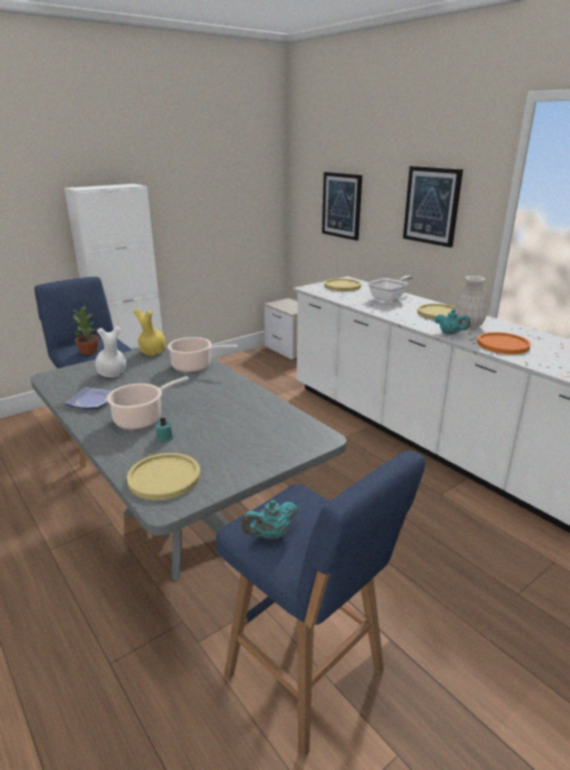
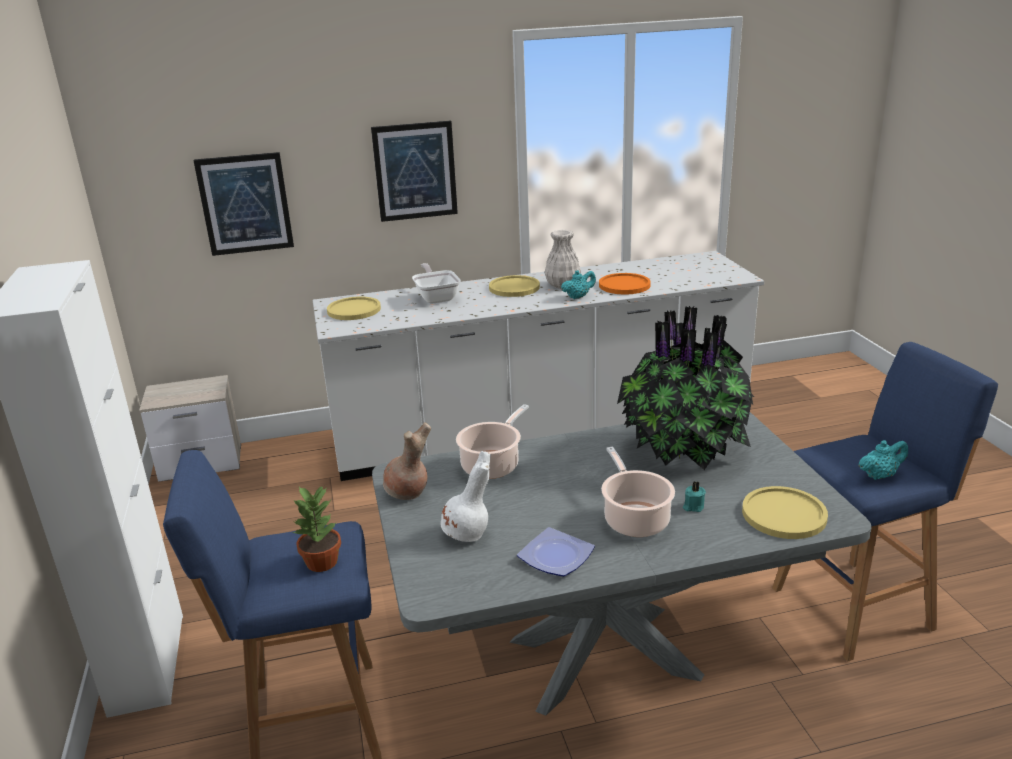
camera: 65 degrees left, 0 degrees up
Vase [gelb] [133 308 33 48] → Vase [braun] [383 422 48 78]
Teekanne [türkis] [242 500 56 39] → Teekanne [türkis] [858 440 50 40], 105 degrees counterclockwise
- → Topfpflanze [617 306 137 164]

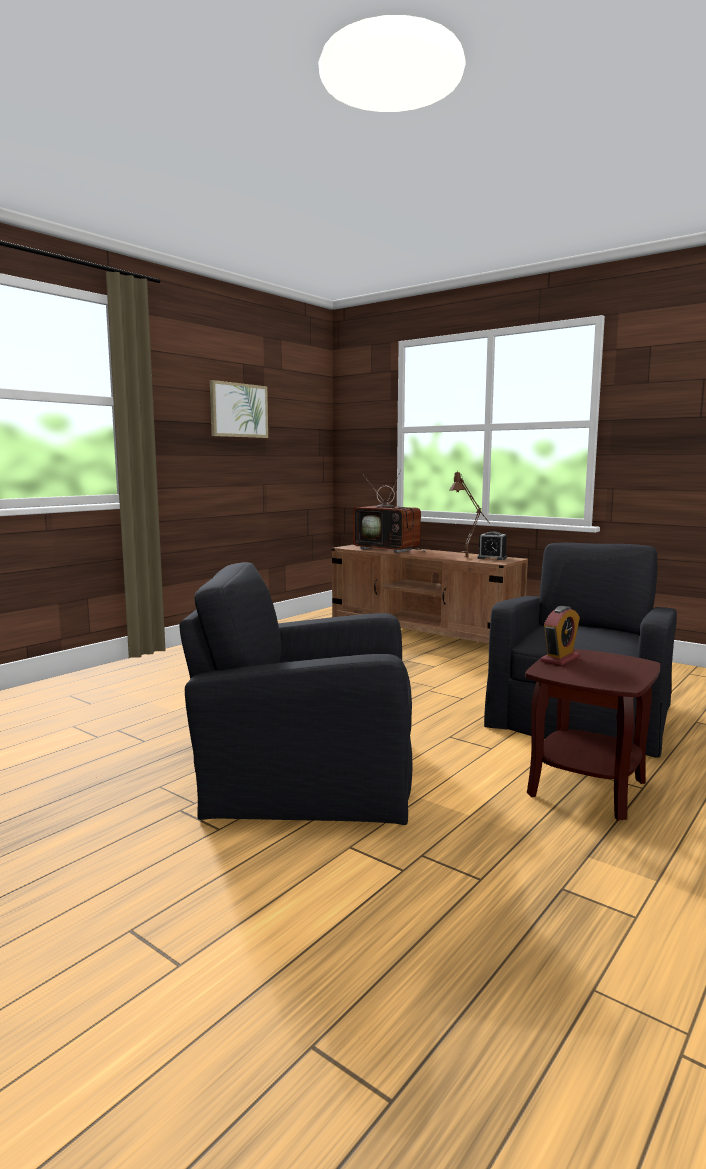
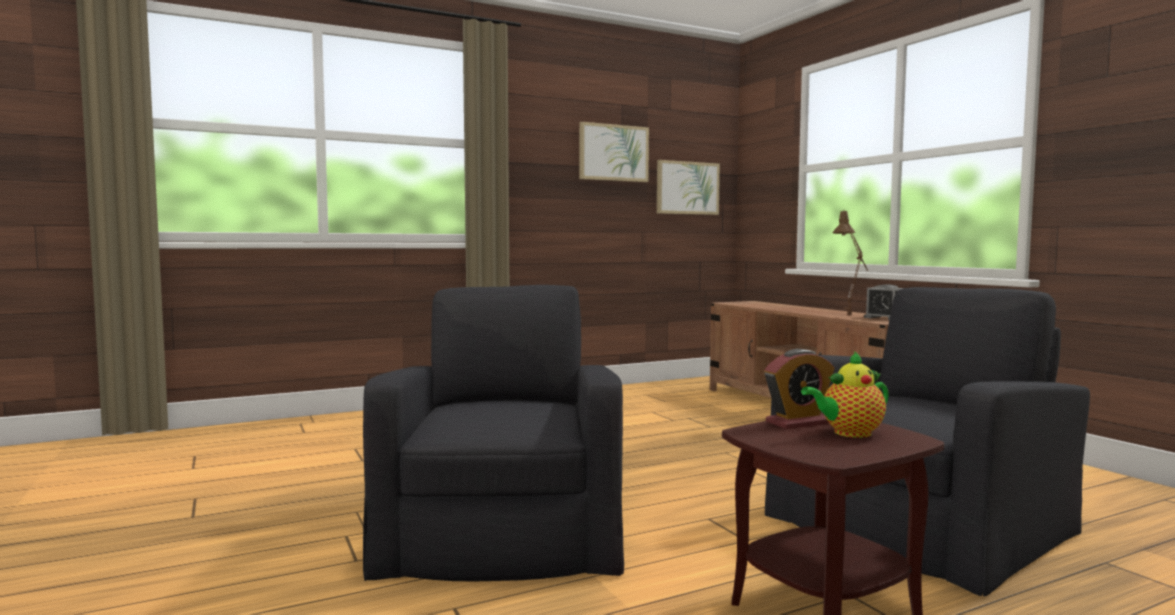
camera: 25 degrees right, 5 degrees down
Fernseher [353 470 72 83] → -
Sessel [schwarz] [179 562 233 263] → Sessel [schwarz] [363 285 261 296], 60 degrees clockwise
- → Bild [657 160 63 55]
- → Teekanne [801 351 88 87]

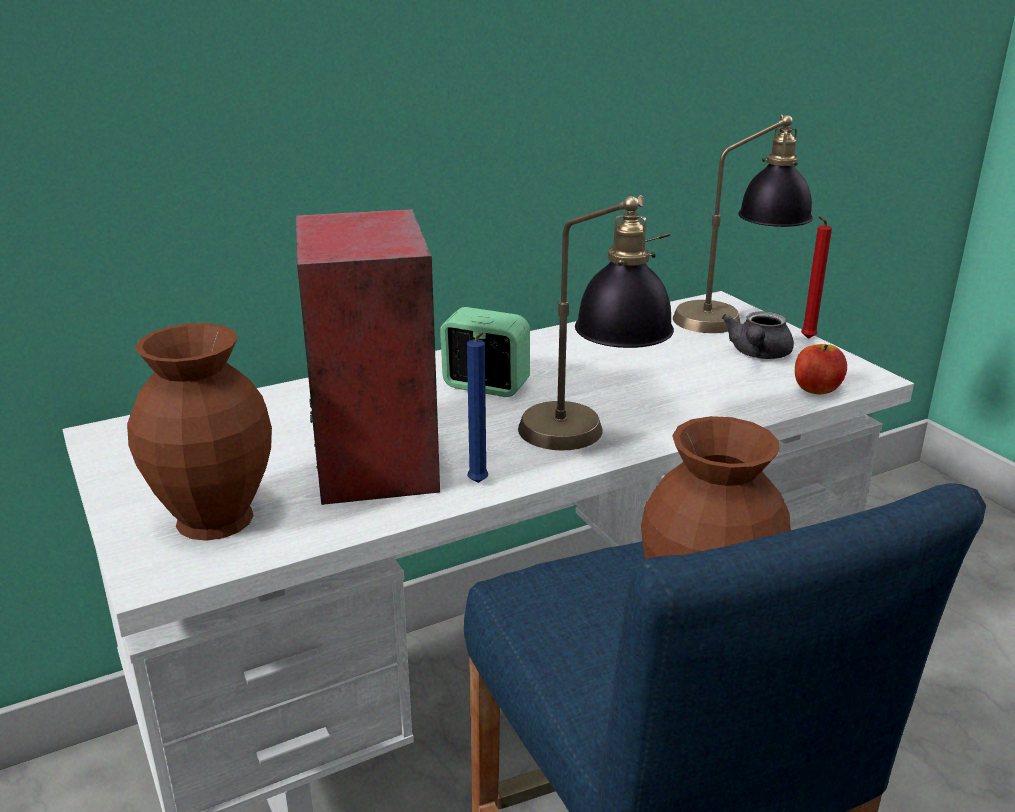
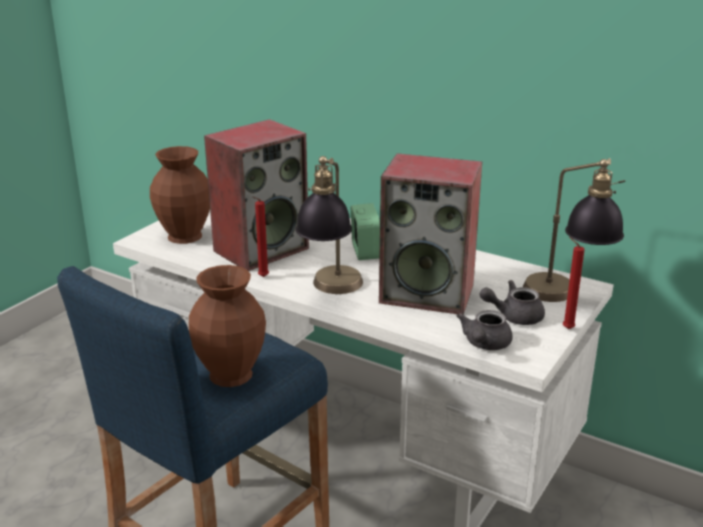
camera: 60 degrees right, 0 degrees up
Kerze [blau] [467 332 21 151] → Kerze [rot] [253 197 16 80]
Apfel [795 344 52 50] → Teekanne [grau] [457 310 56 40]
- → Lautsprecher [379 153 103 162]

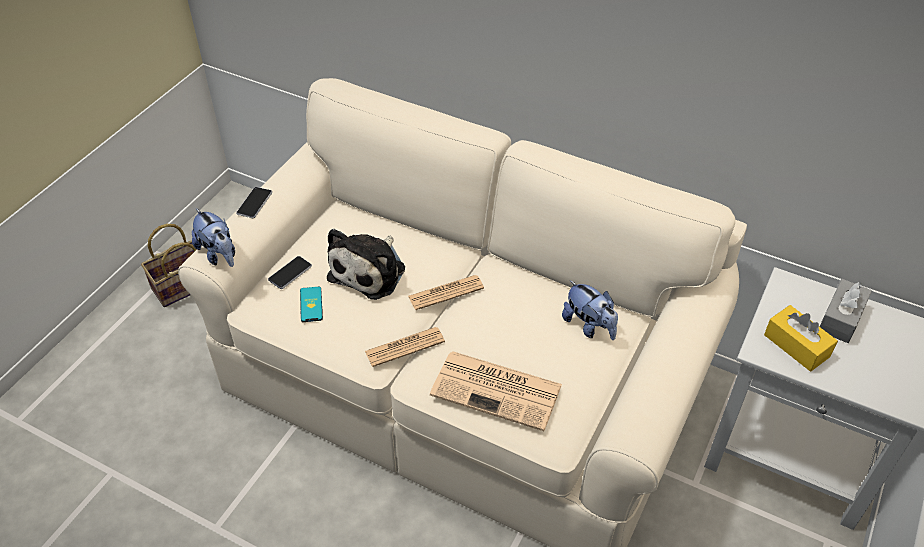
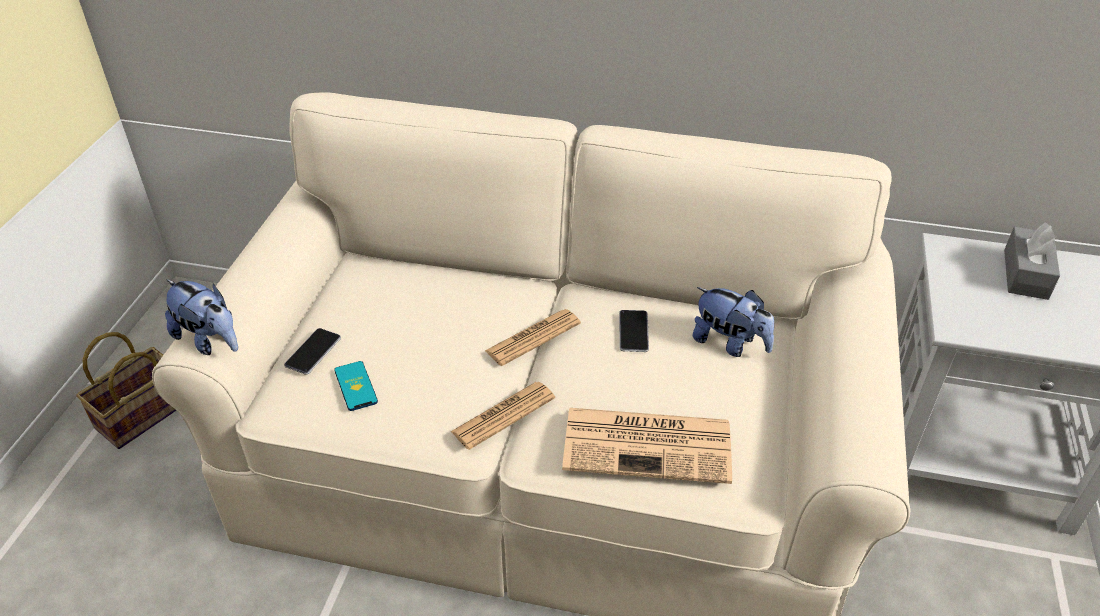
camera: 15 degrees left, 5 degrees down
Handy [236 187 36 31] → Handy [619 310 30 42], relocated
Plüschtier [327 229 78 71] → -
Taschentuchbox [gelb] [764 305 74 67] → -

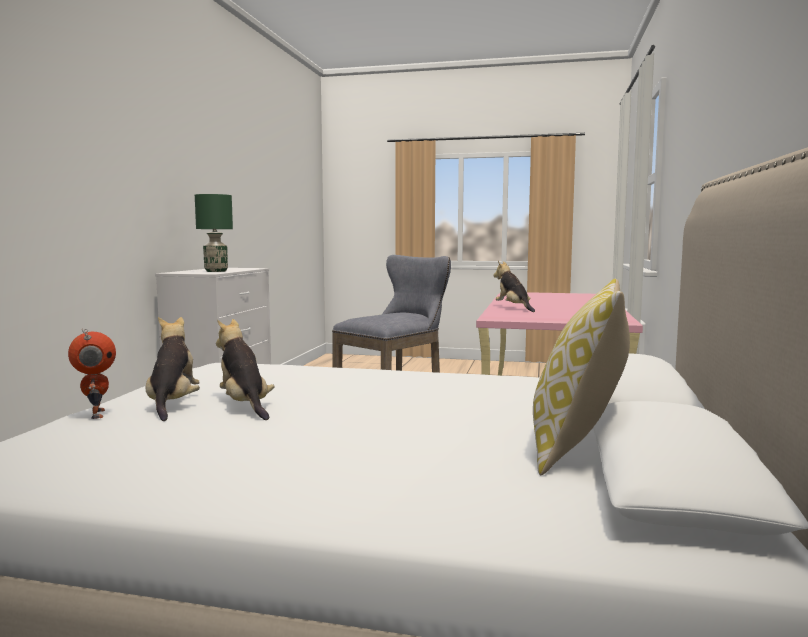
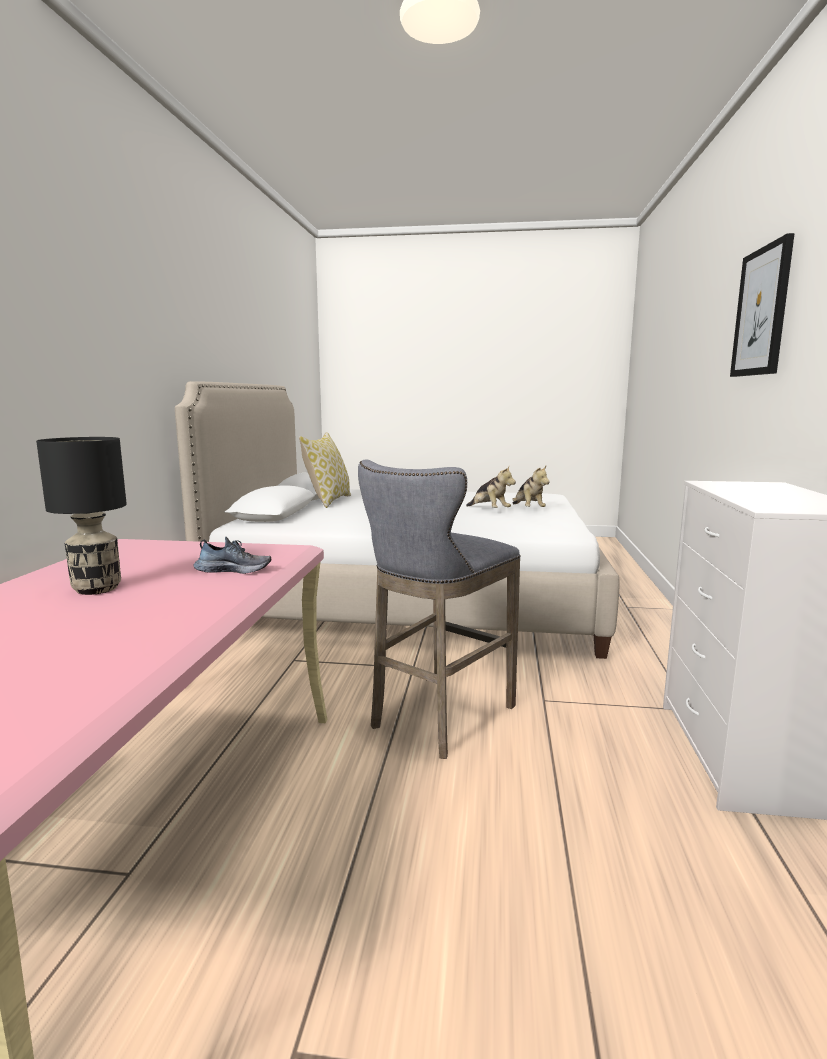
camera: 175 degrees right, 5 degrees up
Tischlampe [grün] [195 194 38 78] → -
Plüschtier [494 261 41 51] → Schuh [193 537 78 37]
Spielzeugroboter [68 328 48 91] → -
- → Bild [730 233 65 144]
- → Tischlampe [schwarz] [36 437 91 158]

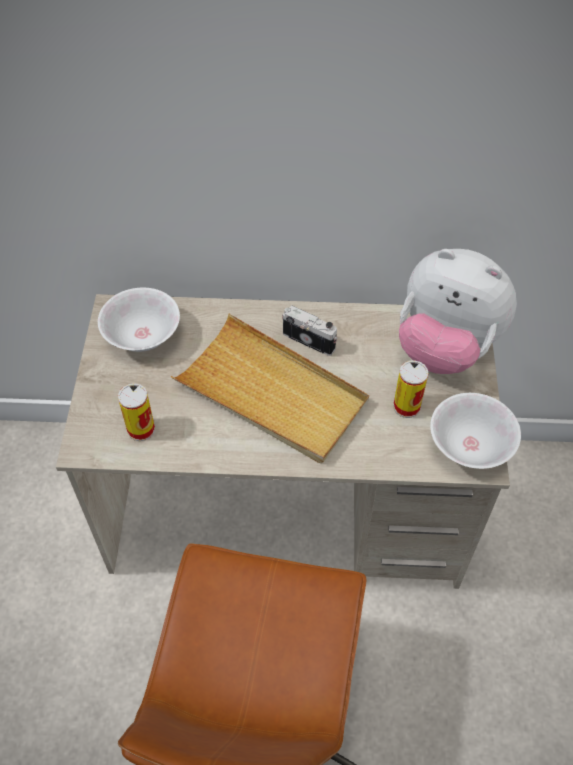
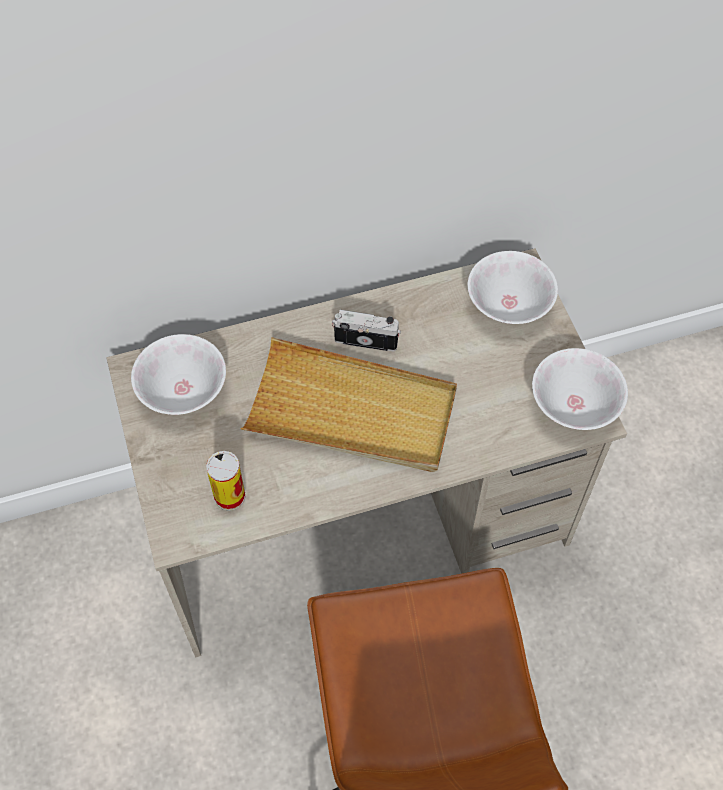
camera: 20 degrees left, 5 degrees up
Plüschtier [399 249 118 125] → Schüssel [weiß] [468 251 90 73]
Dose [393 360 36 58] → -

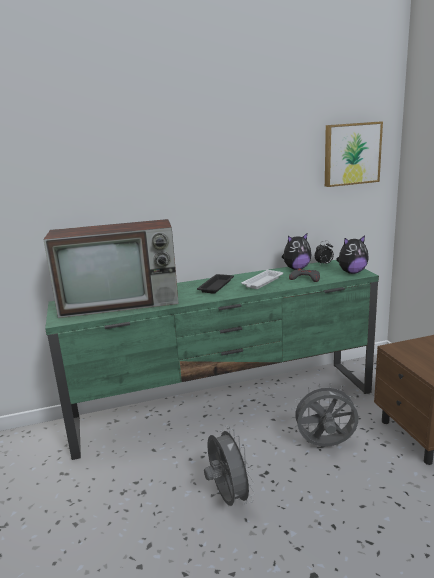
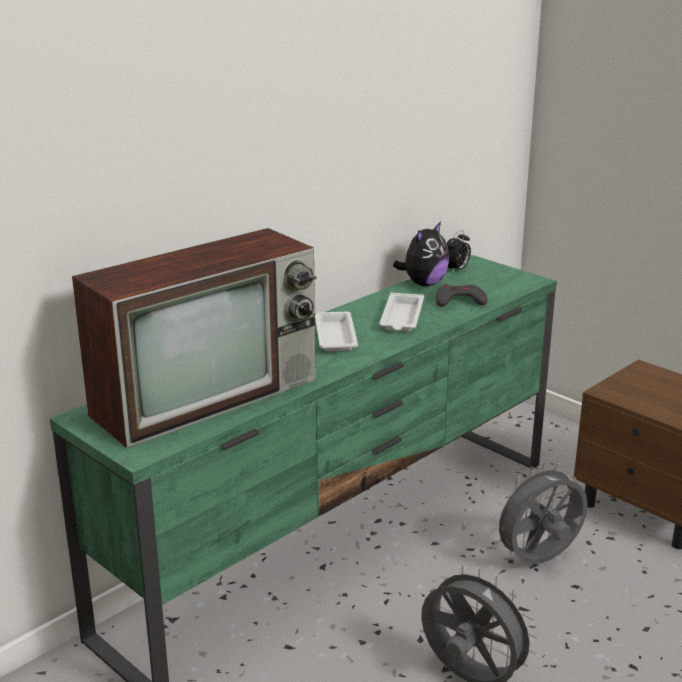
camera: 30 degrees left, 5 degrees up
Bild [325 122 58 65] → -
Plüschtier [336 235 33 39] → -
Tablett [schwarz] [197 274 37 20] → Tablett [weiß] [315 312 43 39]

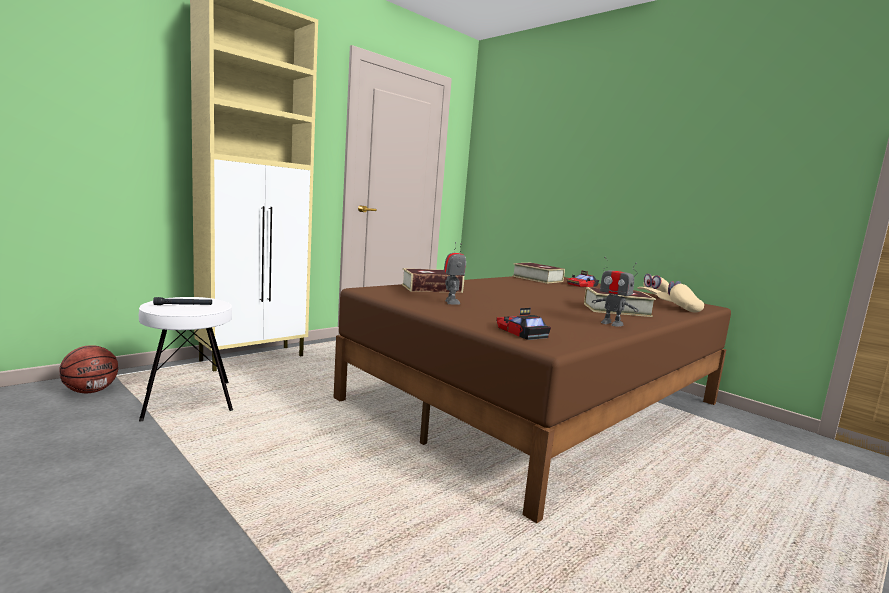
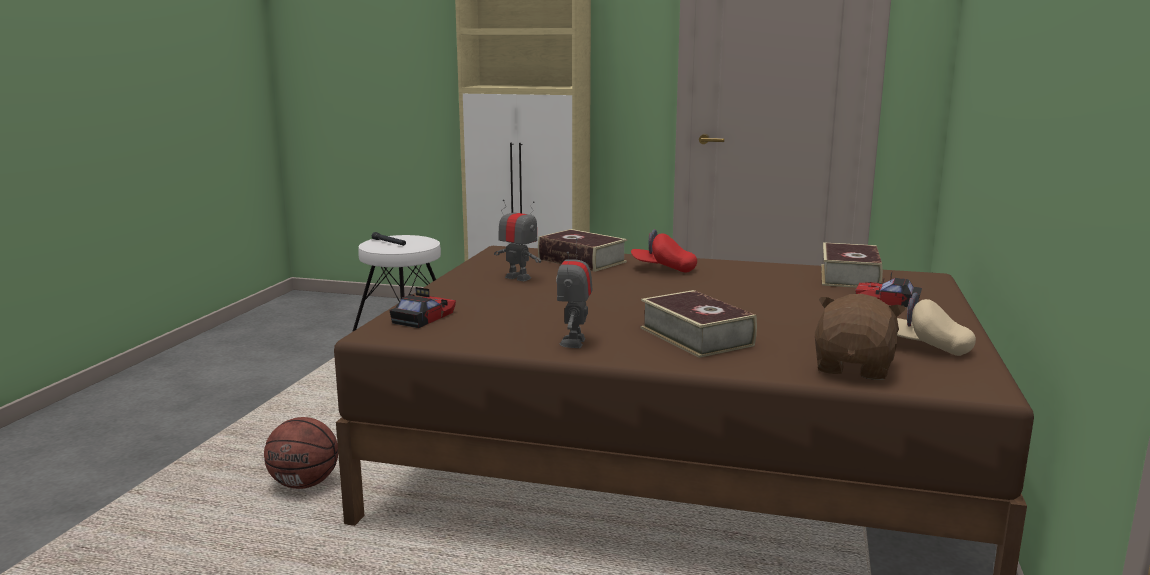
camera: 60 degrees right, 5 degrees up
Spielzeugroboter [444 242 22 63] → Spielzeugroboter [494 199 47 82], 105 degrees counterclockwise
Kappe [beige] [657 281 47 32] → Plüschtier [braun] [815 294 90 86]
Basketball [59 345 59 48] → Basketball [264 417 74 72], relocated
- → Kappe [rot] [631 229 66 44]

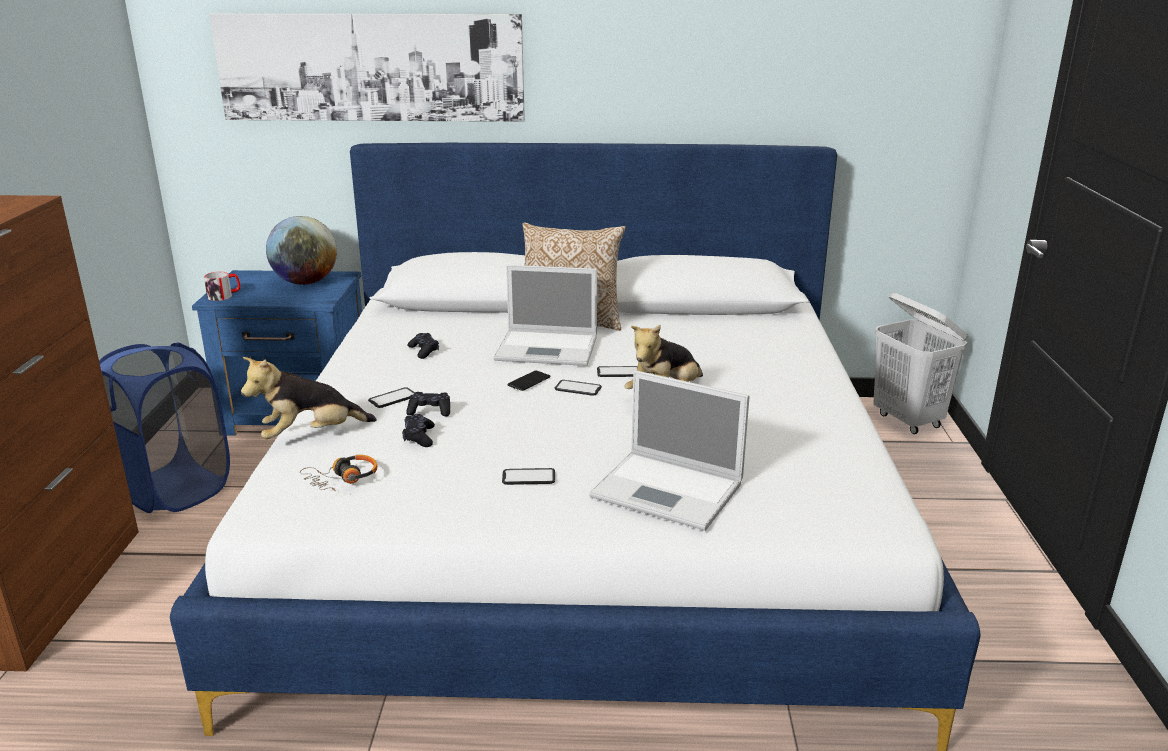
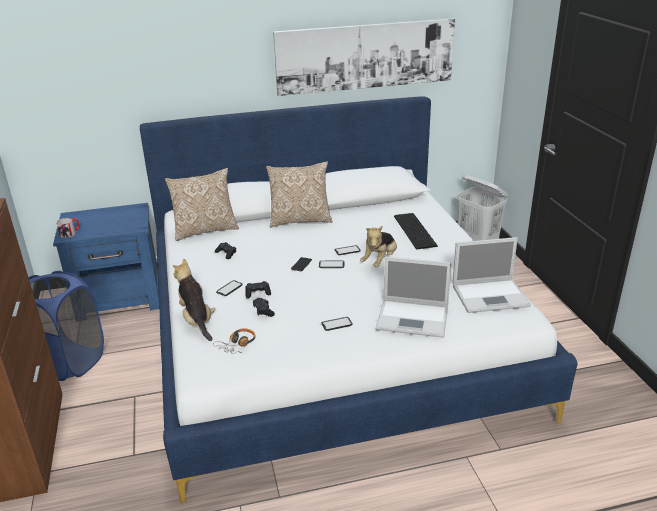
camera: 15 degrees left, 5 degrees up
Bild [209 13 316 109] → Bild [273 18 182 78], relocated
Globus [266 216 71 69] → -
Laptop [493 265 104 101] → Laptop [452 237 79 76], relocated
Plüschtier [241 357 136 82] → Plüschtier [173 259 43 82], 105 degrees clockwise
- → Kissen [165 168 74 73]
- → Tastatur [394 213 44 37]

